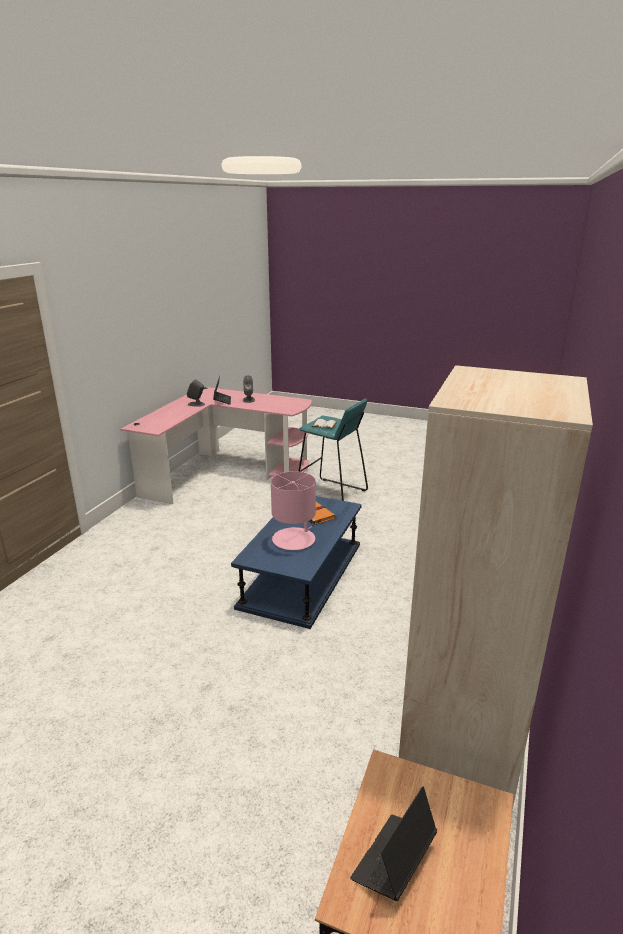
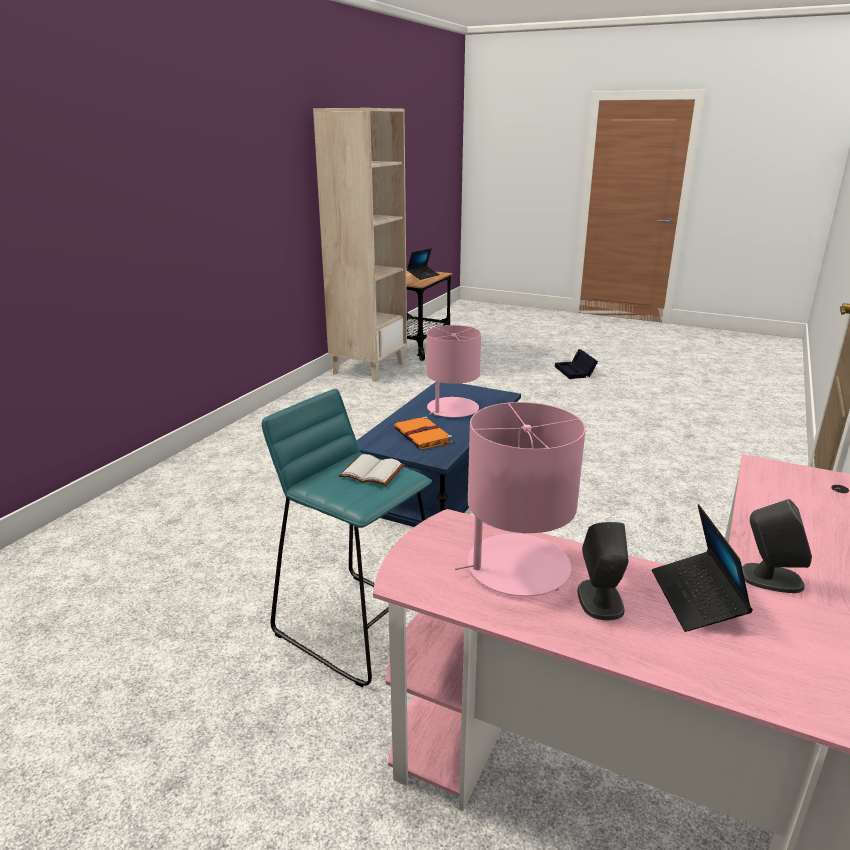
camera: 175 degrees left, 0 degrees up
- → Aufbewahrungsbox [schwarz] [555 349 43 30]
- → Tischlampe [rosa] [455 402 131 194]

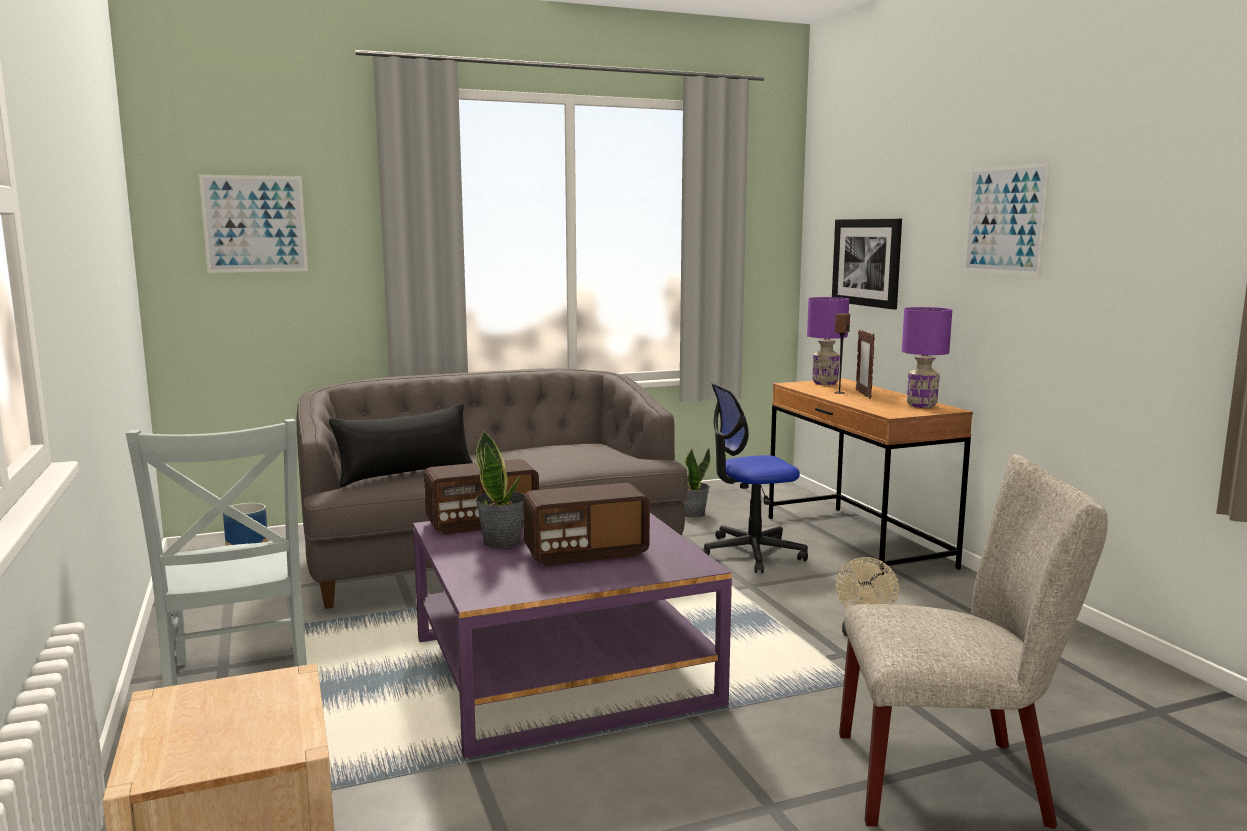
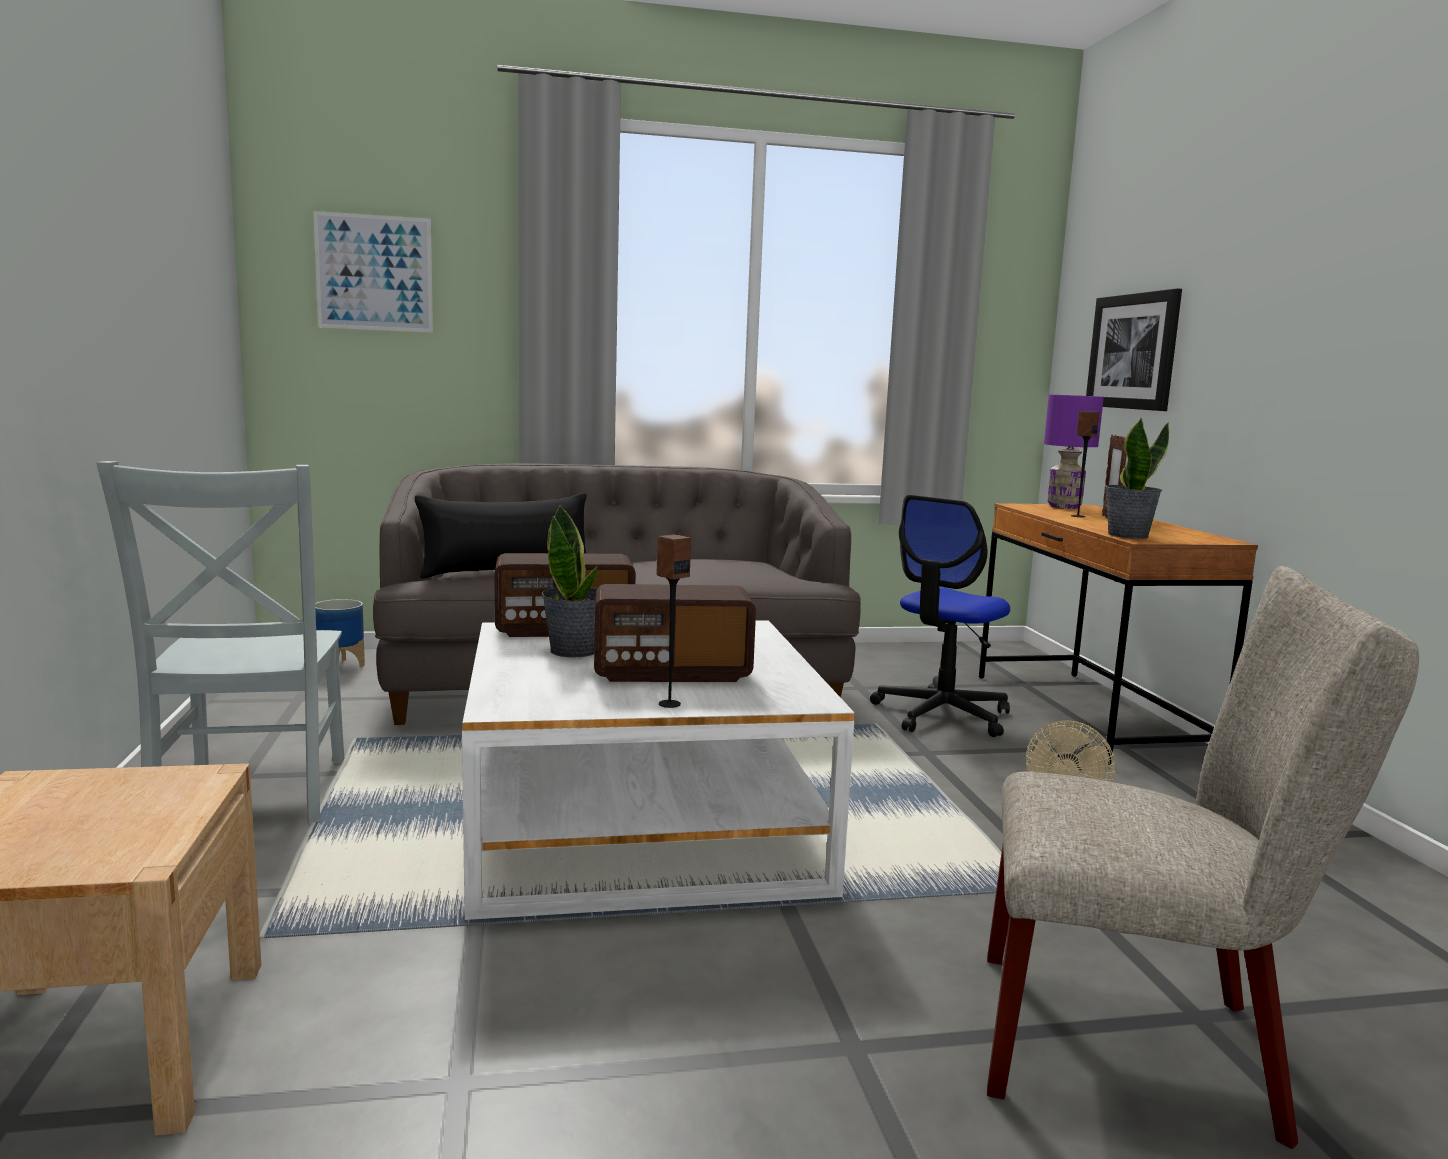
camera: 10 degrees right, 0 degrees up
Bild [963 163 87 113] → -
Tischlampe [lila] [902 307 50 101] → -
Bürostuhl [701 383 107 190] → Bürostuhl [870 495 140 242], 45 degrees counterclockwise
Topfpflanze [682 448 28 70] → Topfpflanze [1105 418 64 121], relocated
Couchtisch [lila] [413 513 319 246] → Couchtisch [weiß] [462 620 393 300]
- → Lautsprecher [657 534 34 174]

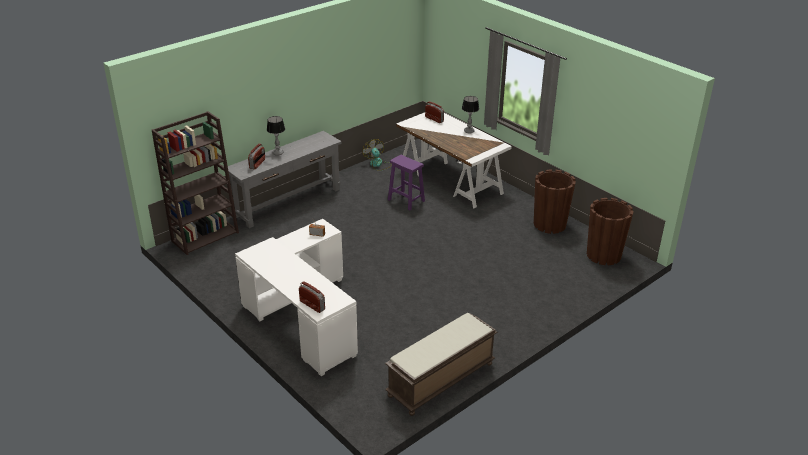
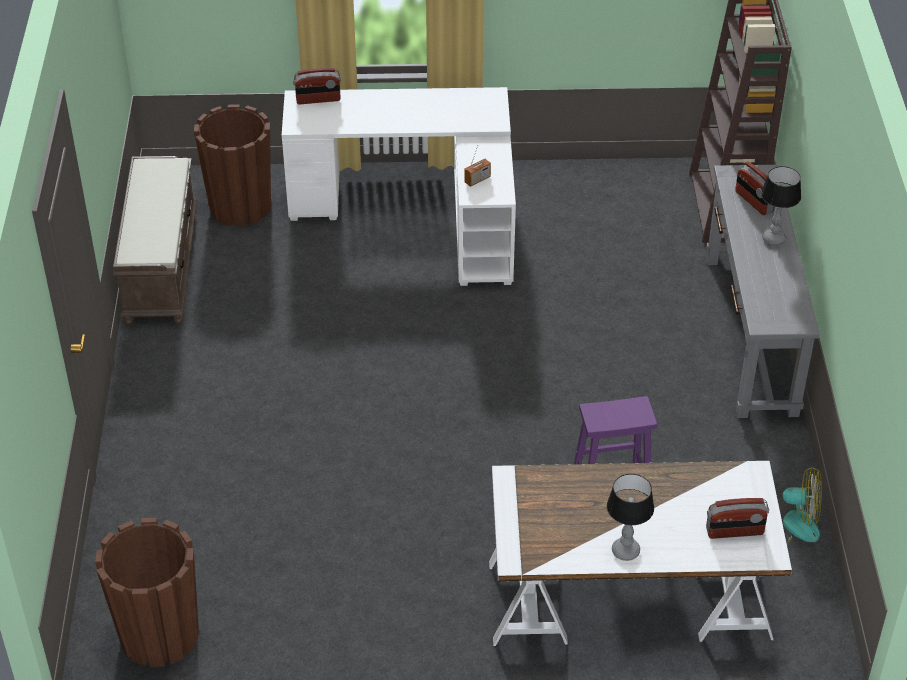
camera: 130 degrees right, 10 degrees up
Pflanzkübel [braun] [534 169 42 65] → Pflanzkübel [braun] [194 104 77 123], relocated

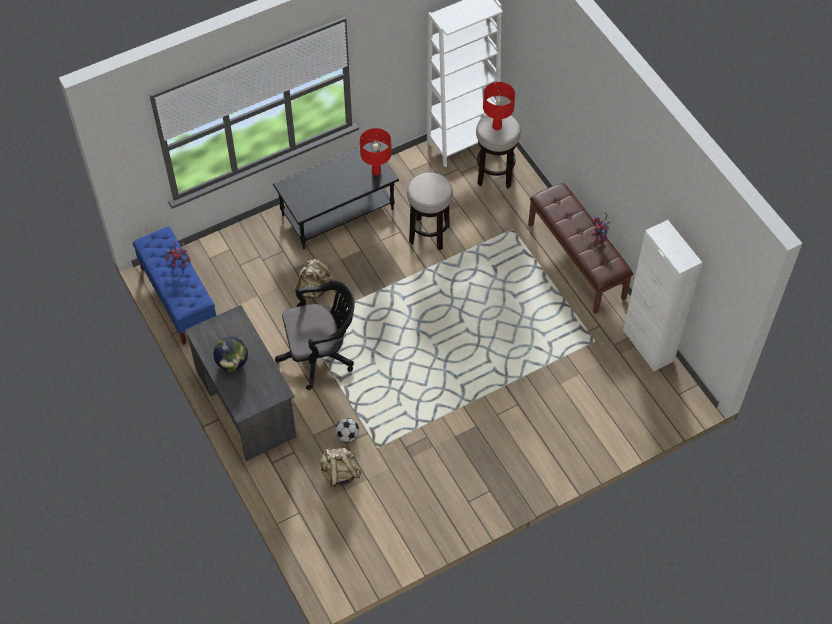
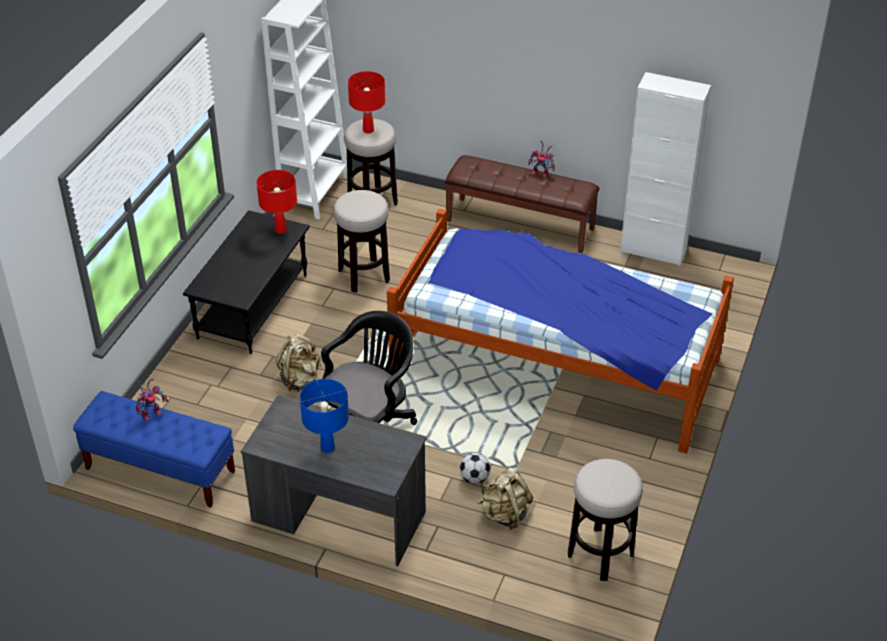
camera: 40 degrees left, 15 degrees down
Globus [213 337 35 34] → Tischlampe [blau] [300 379 49 74]
- → Bett [387 208 347 246]
- → Hocker [568 459 75 122]

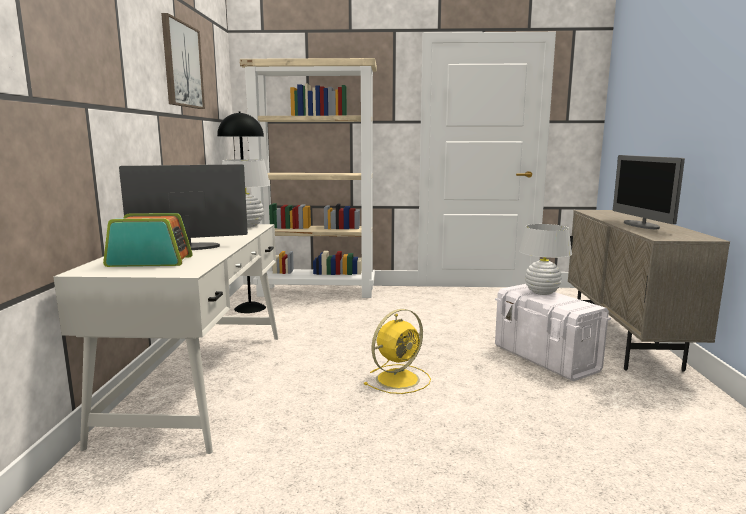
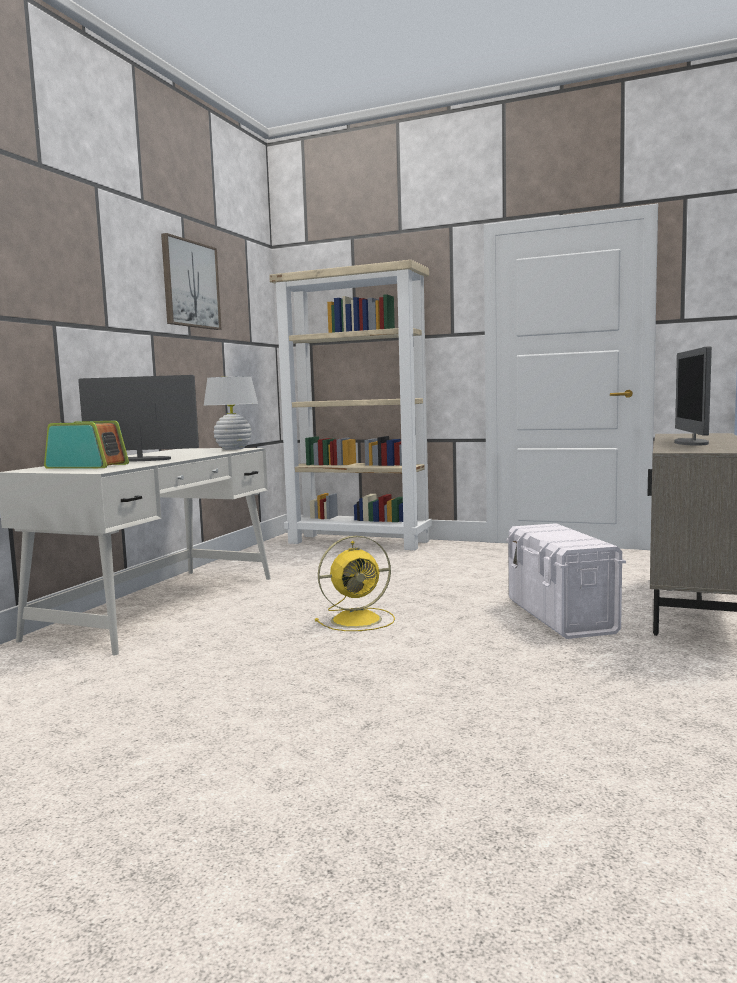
camera: 20 degrees right, 5 degrees down
Stehlampe [schwarz] [217 112 49 201] → -
Tischlampe [weiß] [519 224 53 71] → -

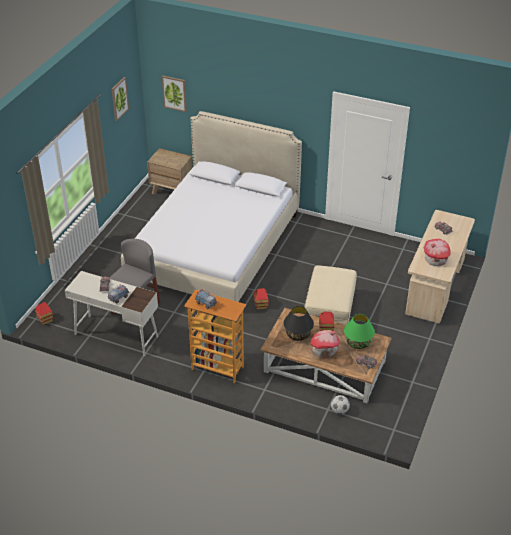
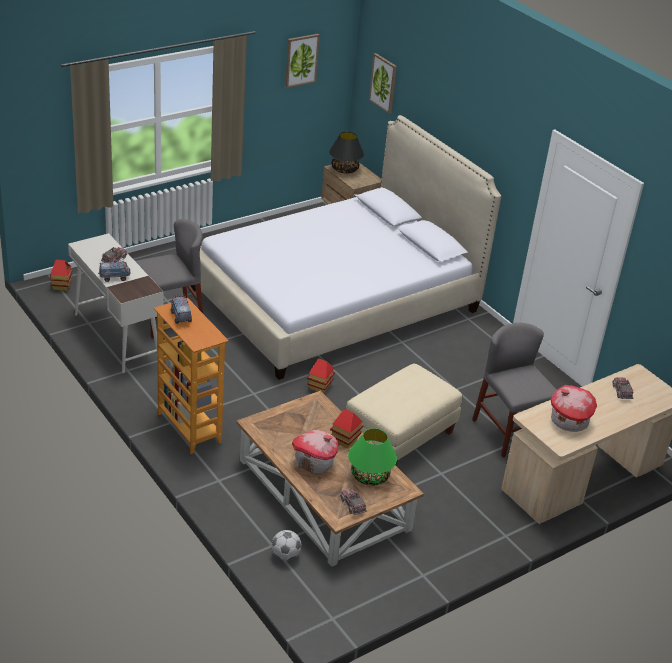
camera: 30 degrees right, 5 degrees down
Tischlampe [schwarz] [283 306 31 35] → Tischlampe [schwarz] [329 132 35 42], relocated
- → Stuhl [grau] [472 323 85 134]

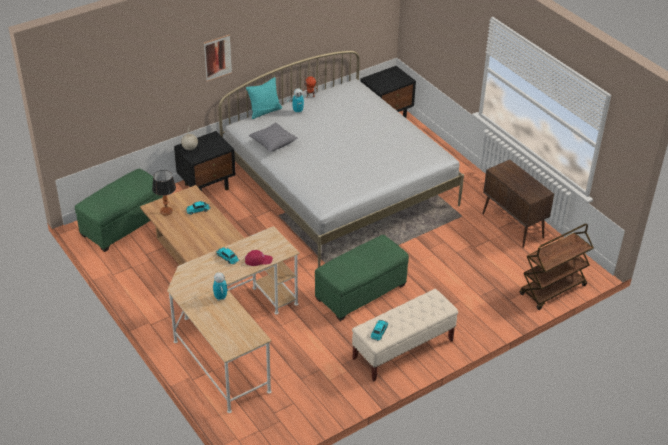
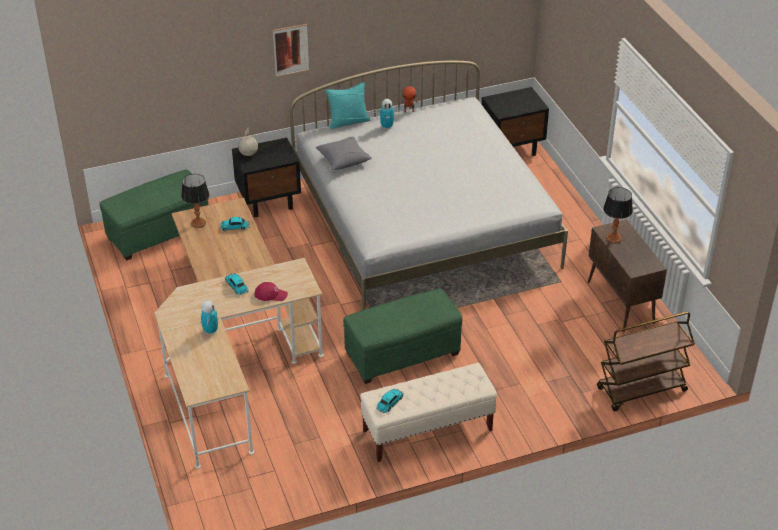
camera: 15 degrees right, 0 degrees up
- → Tischlampe [603 187 30 57]

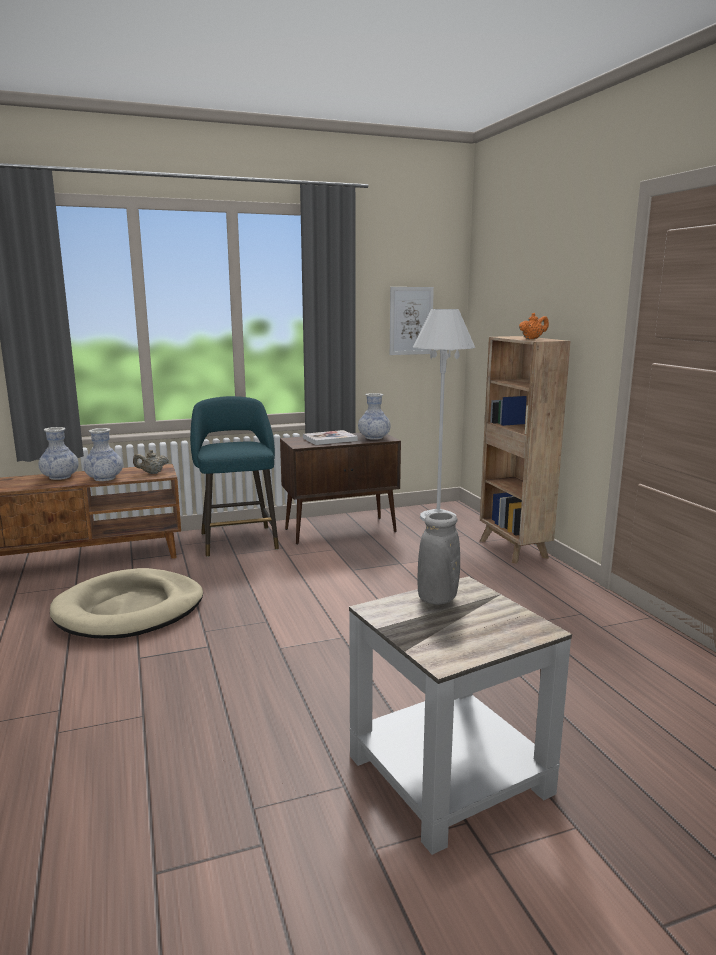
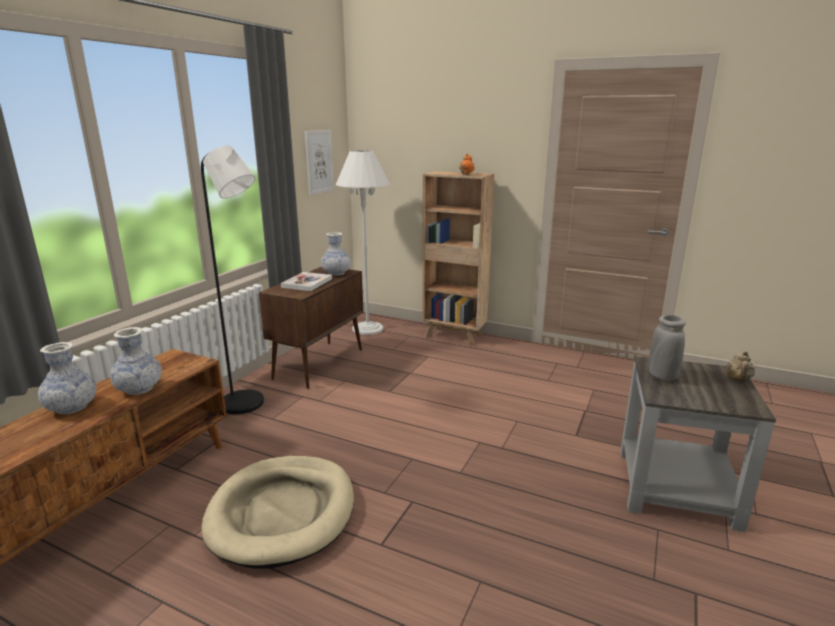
camera: 45 degrees left, 5 degrees up
Hocker [türkis] [190 396 89 161] → Stehlampe [schwarz] [201 146 63 268]
Teekanne [beige] [133 450 36 24] → Teekanne [beige] [727 351 28 31], relocated

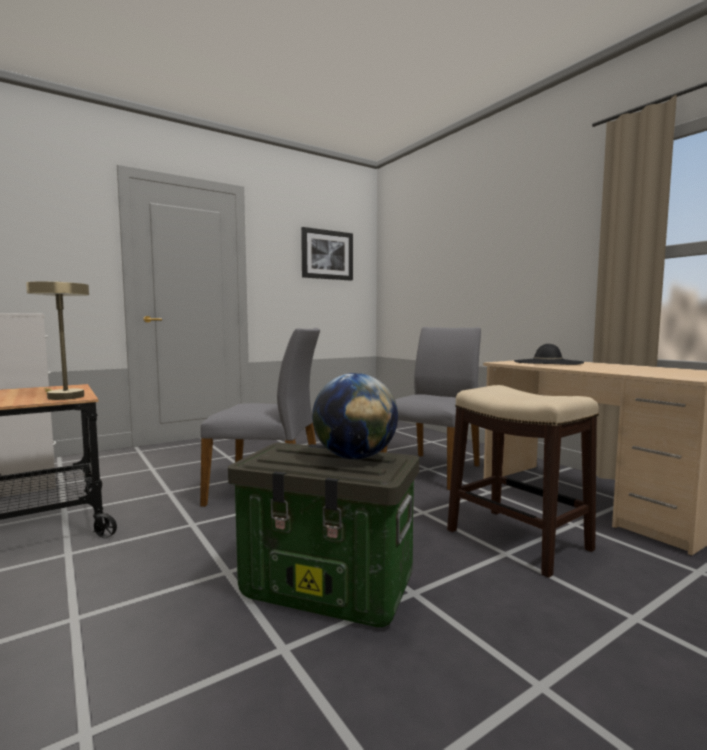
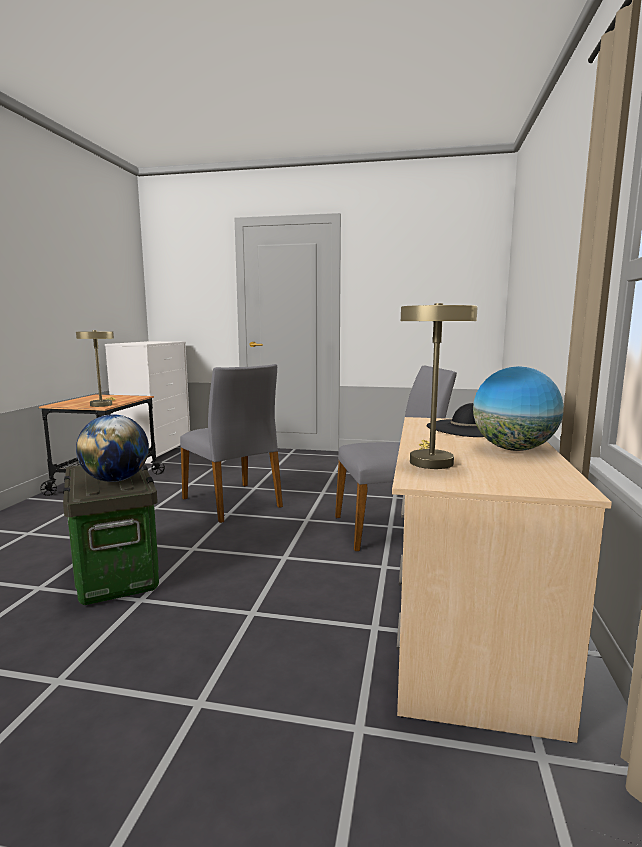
camera: 45 degrees right, 5 degrees up
Bild [301 227 52 54] → -
Hocker [447 385 152 193] → -
- → Tischlampe [beige] [401 303 77 166]
- → Globus [473 366 91 85]

